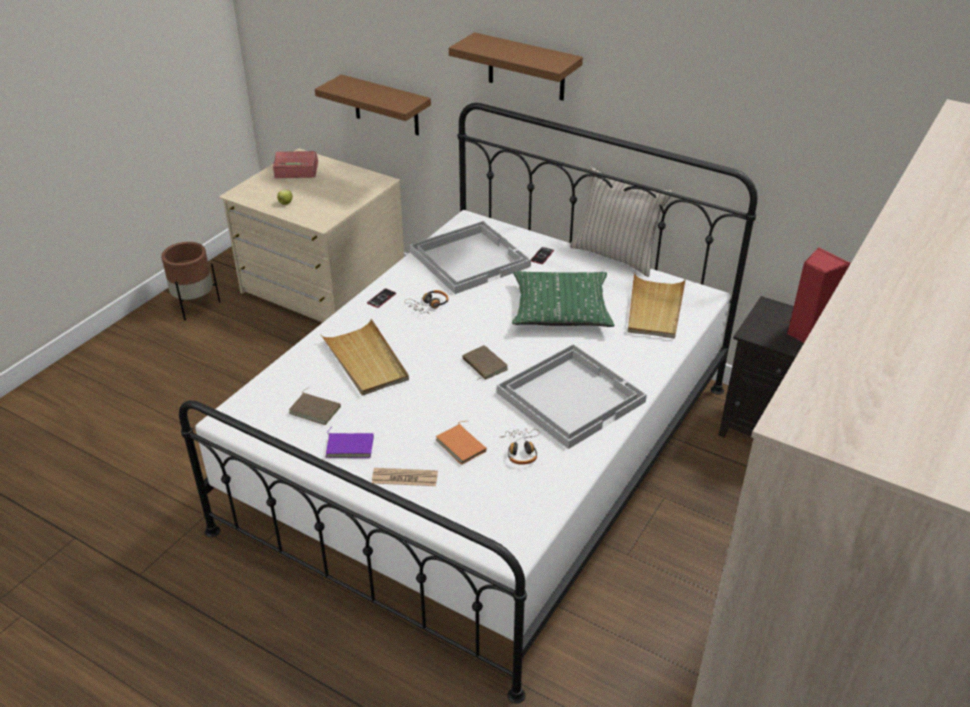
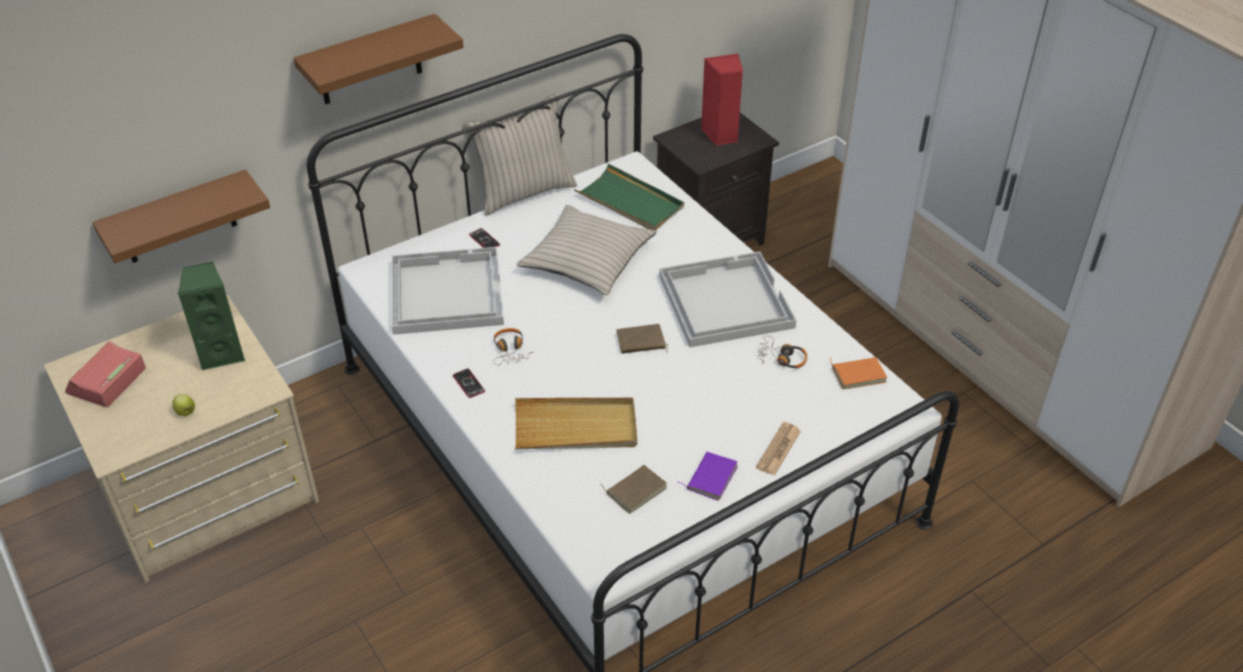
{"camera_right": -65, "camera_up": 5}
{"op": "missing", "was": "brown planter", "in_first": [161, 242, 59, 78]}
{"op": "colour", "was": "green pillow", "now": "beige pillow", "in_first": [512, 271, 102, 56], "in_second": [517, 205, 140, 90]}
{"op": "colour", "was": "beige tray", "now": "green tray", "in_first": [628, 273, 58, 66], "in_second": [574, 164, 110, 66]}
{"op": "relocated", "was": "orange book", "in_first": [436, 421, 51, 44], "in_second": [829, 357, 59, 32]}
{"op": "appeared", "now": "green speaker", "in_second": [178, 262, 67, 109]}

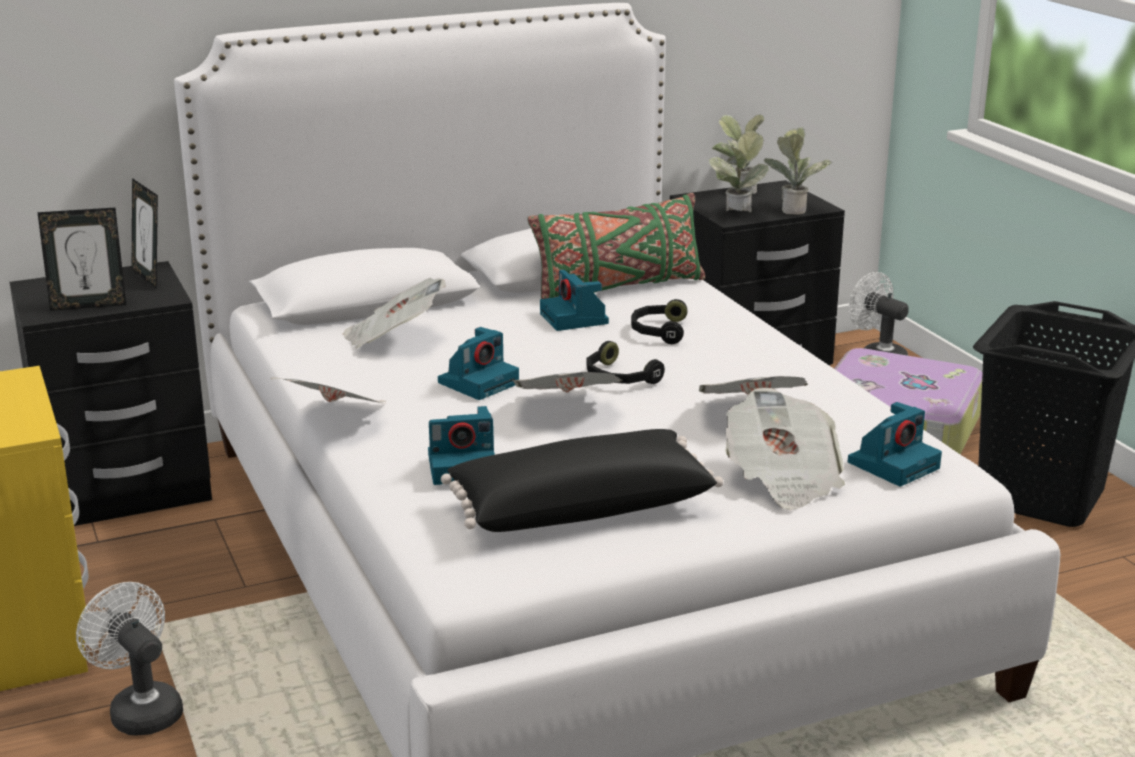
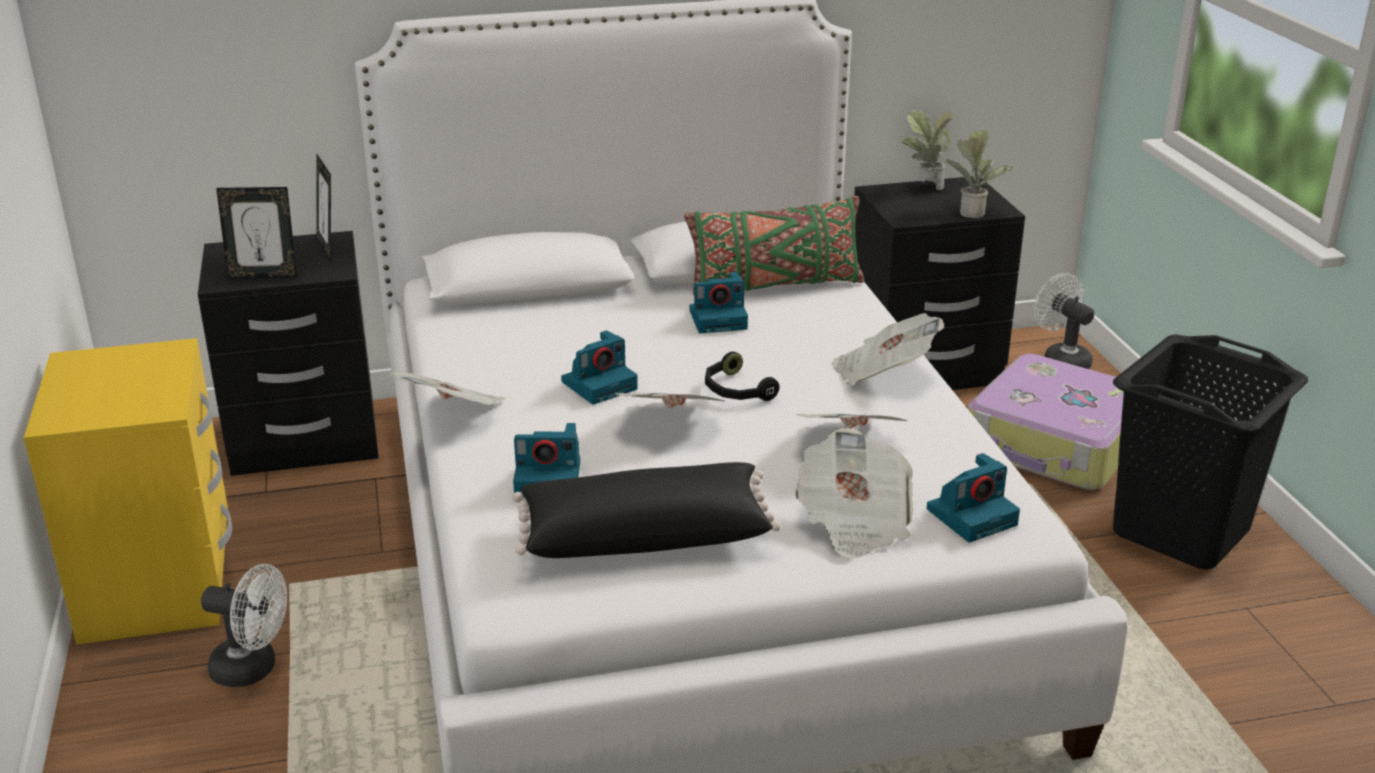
{"camera_right": 10, "camera_up": 5}
{"op": "missing", "was": "potted plant", "in_first": [709, 131, 60, 81]}
{"op": "spun", "was": "photo camera", "in_first": [540, 270, 69, 61], "in_second": [689, 272, 59, 61], "clockwise": -90}
{"op": "relocated", "was": "newspaper", "in_first": [343, 278, 103, 70], "in_second": [831, 313, 113, 72]}
{"op": "missing", "was": "black headphones", "in_first": [631, 299, 57, 45]}
{"op": "spun", "was": "white fan", "in_first": [76, 582, 107, 154], "in_second": [201, 564, 86, 123], "clockwise": 135}

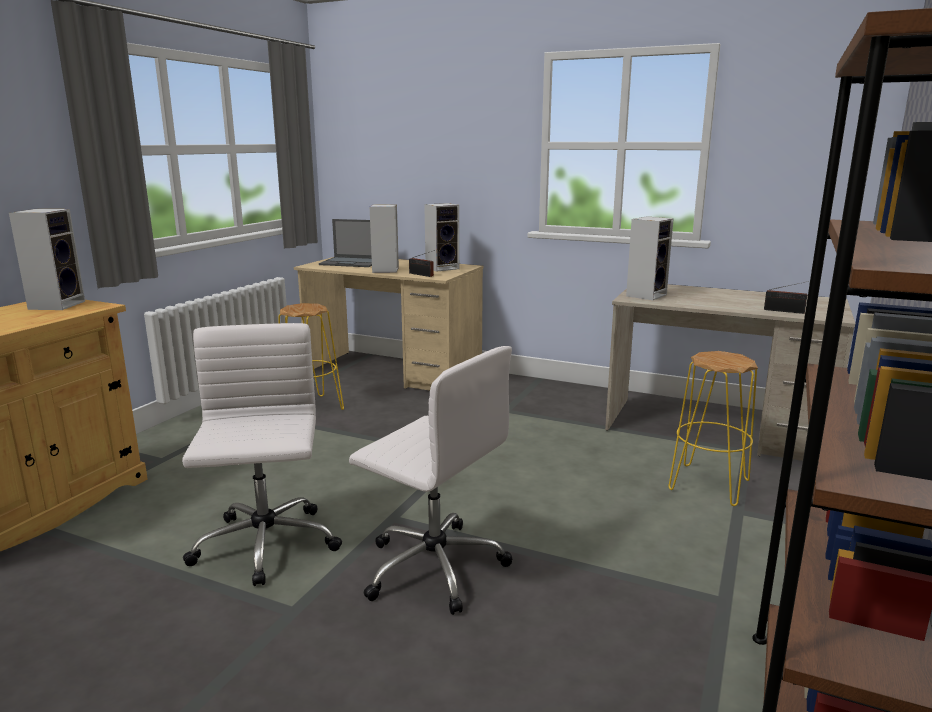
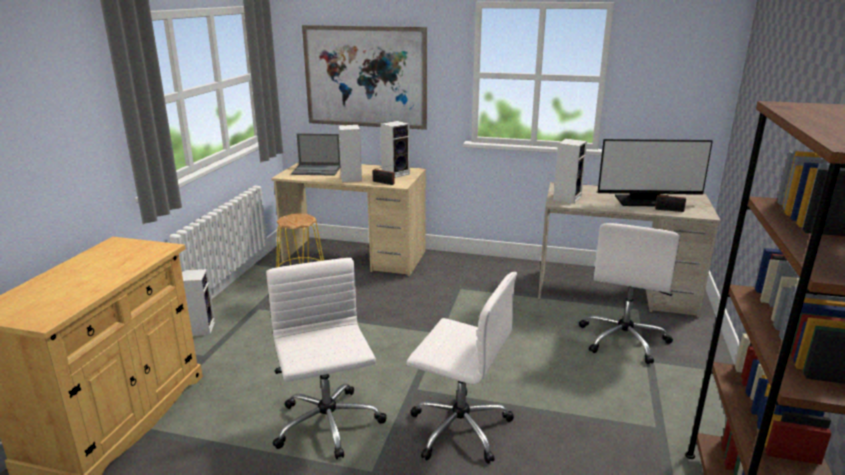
{"camera_right": -10, "camera_up": 5}
{"op": "relocated", "was": "speaker", "in_first": [9, 209, 76, 101], "in_second": [182, 269, 33, 67]}
{"op": "exchanged", "was": "yellow stool", "now": "white office chair", "in_first": [669, 351, 89, 155], "in_second": [579, 223, 101, 141]}
{"op": "appeared", "now": "picture", "in_second": [302, 25, 125, 105]}
{"op": "appeared", "now": "monitor", "in_second": [598, 139, 115, 67]}

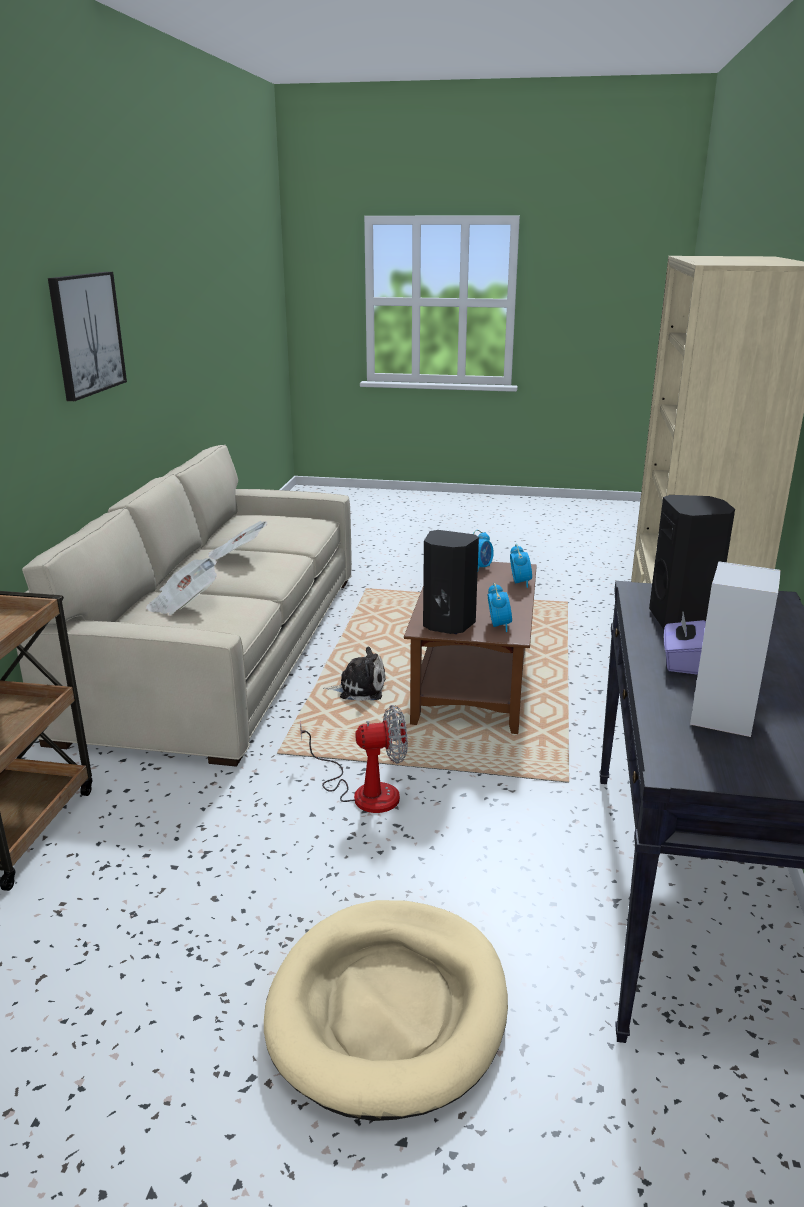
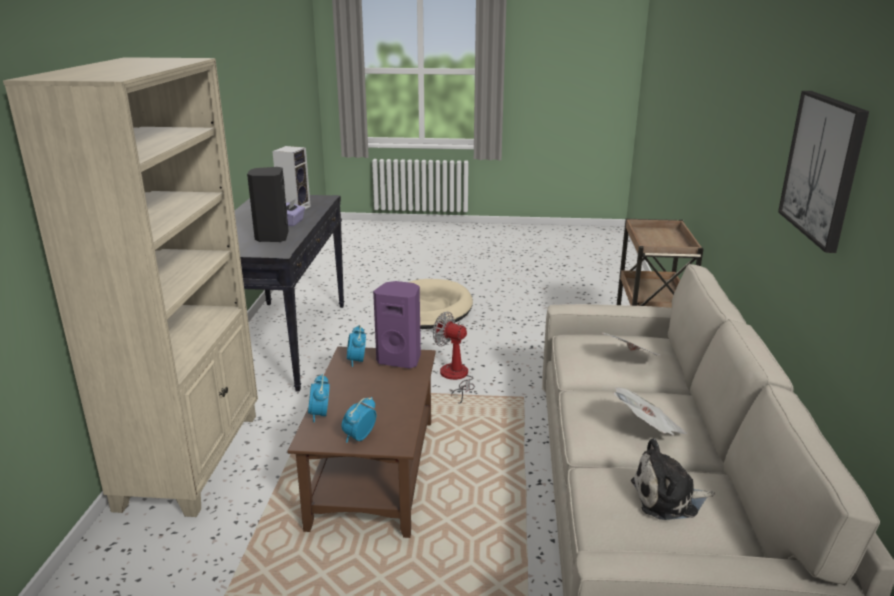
{"camera_right": 175, "camera_up": 0}
{"op": "colour", "was": "black speaker", "now": "purple speaker", "in_first": [423, 530, 56, 104], "in_second": [373, 281, 48, 88]}
{"op": "relocated", "was": "plush toy", "in_first": [323, 647, 63, 54], "in_second": [631, 438, 84, 82]}
{"op": "spun", "was": "fan", "in_first": [300, 705, 108, 108], "in_second": [433, 312, 42, 92], "clockwise": 45}

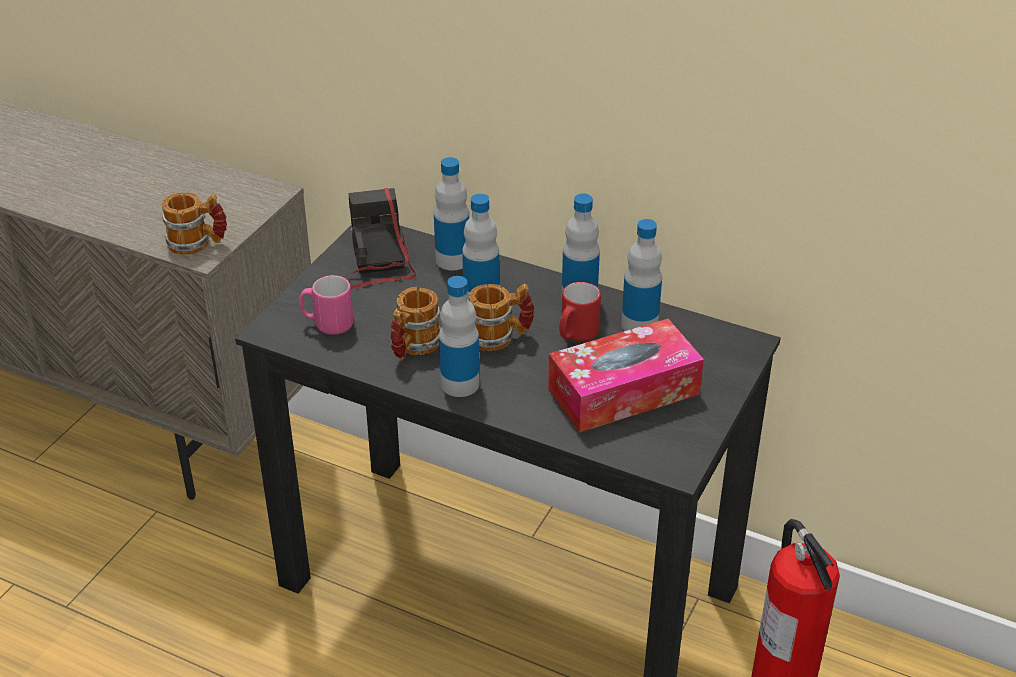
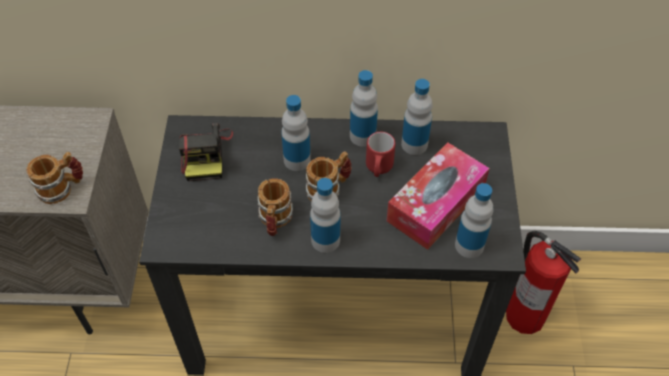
{"camera_right": -25, "camera_up": 15}
{"op": "relocated", "was": "bottle", "in_first": [434, 157, 35, 113], "in_second": [455, 183, 38, 75]}
{"op": "spun", "was": "photo camera", "in_first": [346, 188, 70, 101], "in_second": [179, 123, 54, 58], "clockwise": -150}
{"op": "missing", "was": "pink mug", "in_first": [299, 275, 55, 60]}

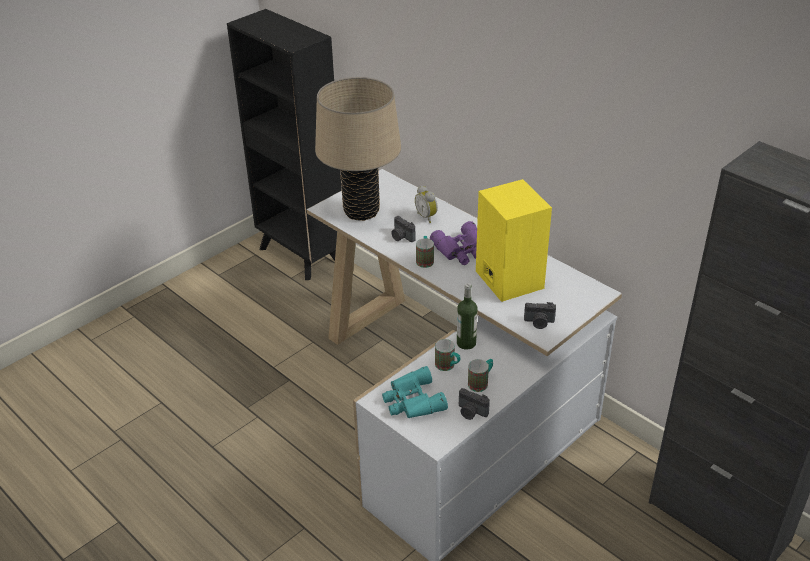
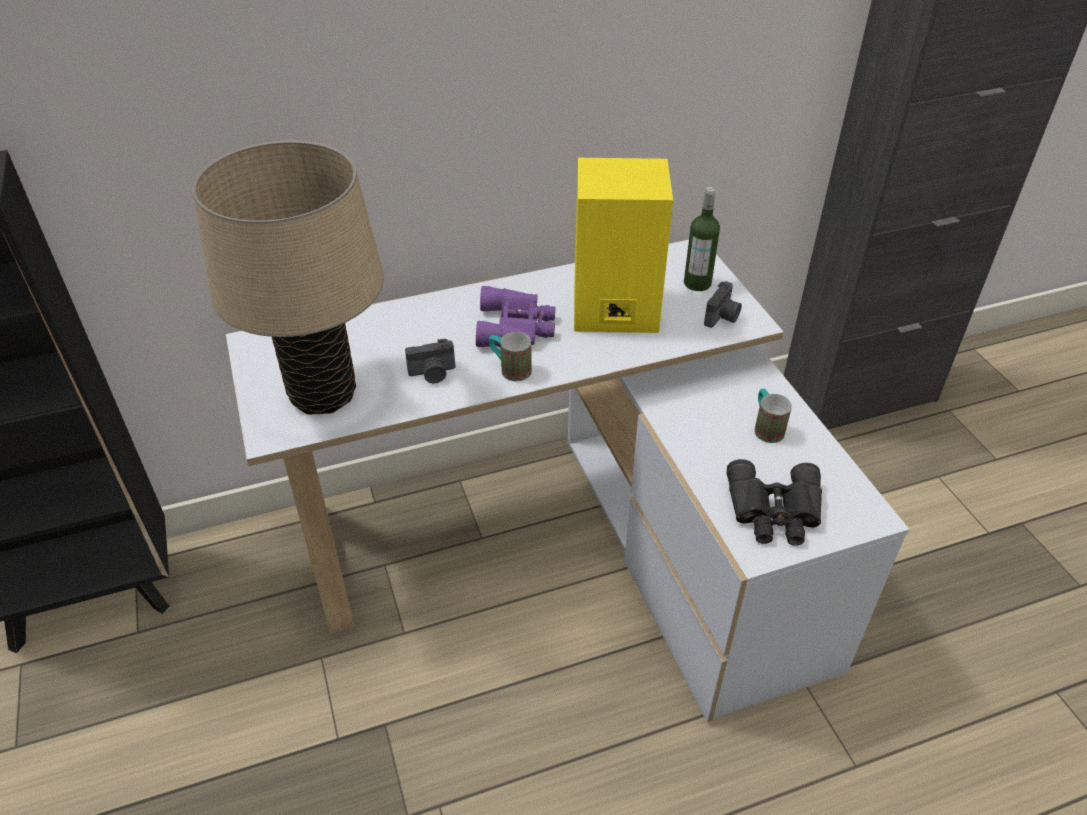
{"camera_right": -65, "camera_up": 5}
{"op": "missing", "was": "alarm clock", "in_first": [415, 186, 23, 37]}
{"op": "relocated", "was": "bottle", "in_first": [457, 283, 21, 67], "in_second": [684, 187, 36, 104]}
{"op": "missing", "was": "mug", "in_first": [435, 339, 25, 32]}
{"op": "colour", "was": "turquoise binoculars", "now": "black binoculars", "in_first": [382, 366, 66, 52], "in_second": [727, 459, 95, 87]}
{"op": "missing", "was": "photo camera", "in_first": [459, 388, 31, 32]}

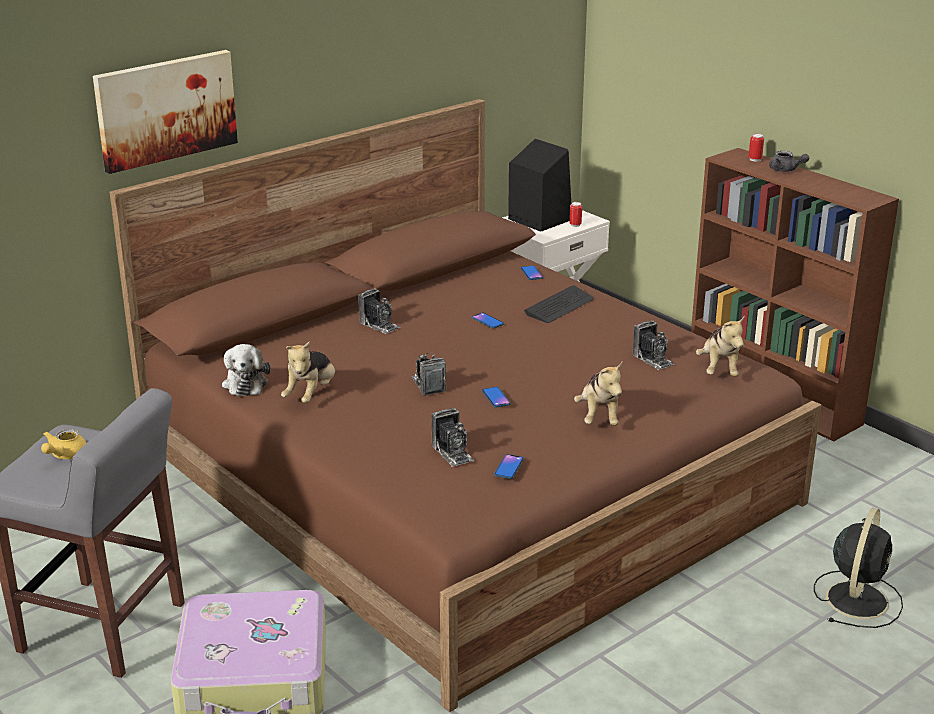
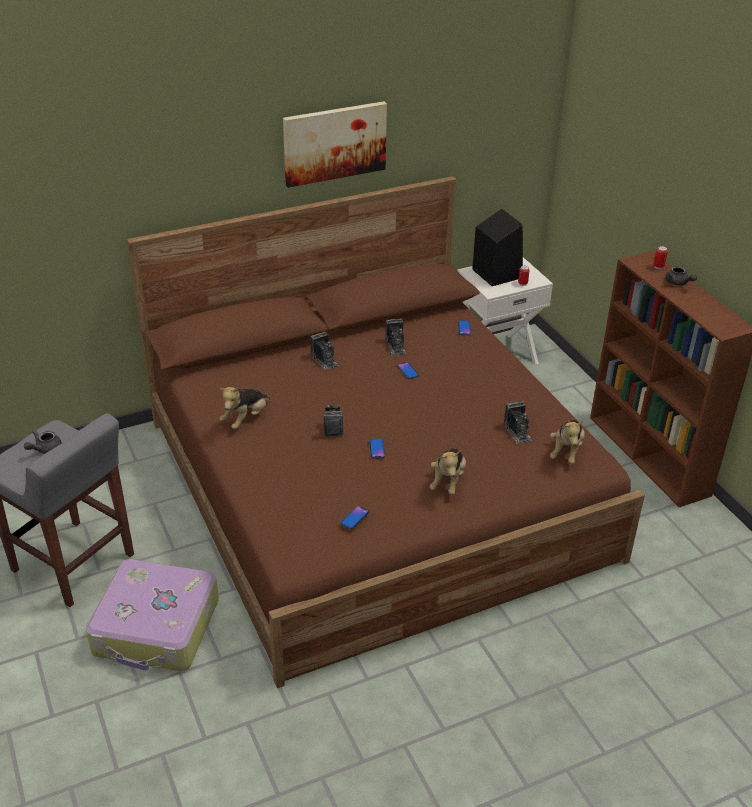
{"camera_right": 15, "camera_up": 10}
{"op": "relocated", "was": "picture", "in_first": [93, 50, 145, 124], "in_second": [283, 101, 104, 87]}
{"op": "missing", "was": "keyboard", "in_first": [524, 285, 70, 38]}
{"op": "missing", "was": "plush toy", "in_first": [222, 344, 49, 52]}
{"op": "relocated", "was": "photo camera", "in_first": [431, 408, 44, 59], "in_second": [385, 319, 22, 37]}
{"op": "colour", "was": "yellow teapot", "now": "grey teapot", "in_first": [41, 429, 45, 30], "in_second": [24, 430, 38, 24]}
{"op": "missing", "was": "black fan", "in_first": [814, 507, 89, 121]}

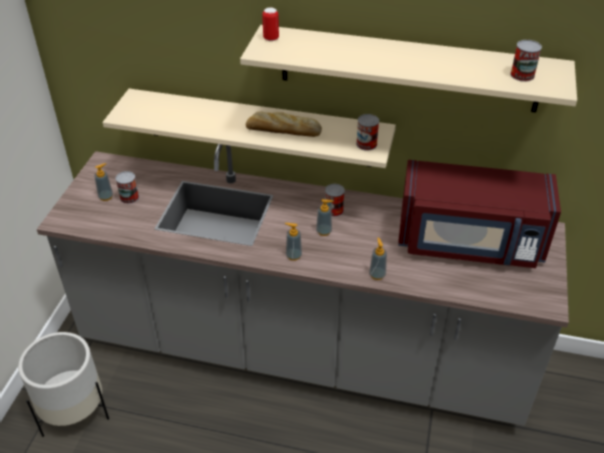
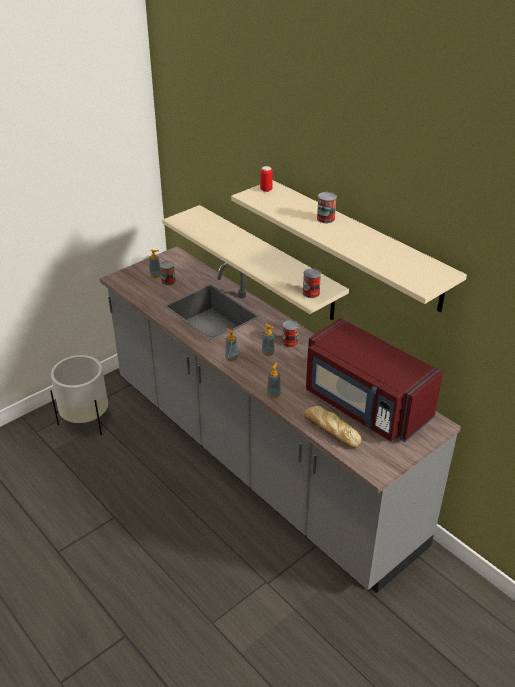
{"camera_right": 35, "camera_up": -5}
{"op": "relocated", "was": "can", "in_first": [510, 40, 32, 42], "in_second": [317, 192, 20, 31]}
{"op": "relocated", "was": "bread", "in_first": [246, 111, 76, 26], "in_second": [304, 406, 58, 42]}

